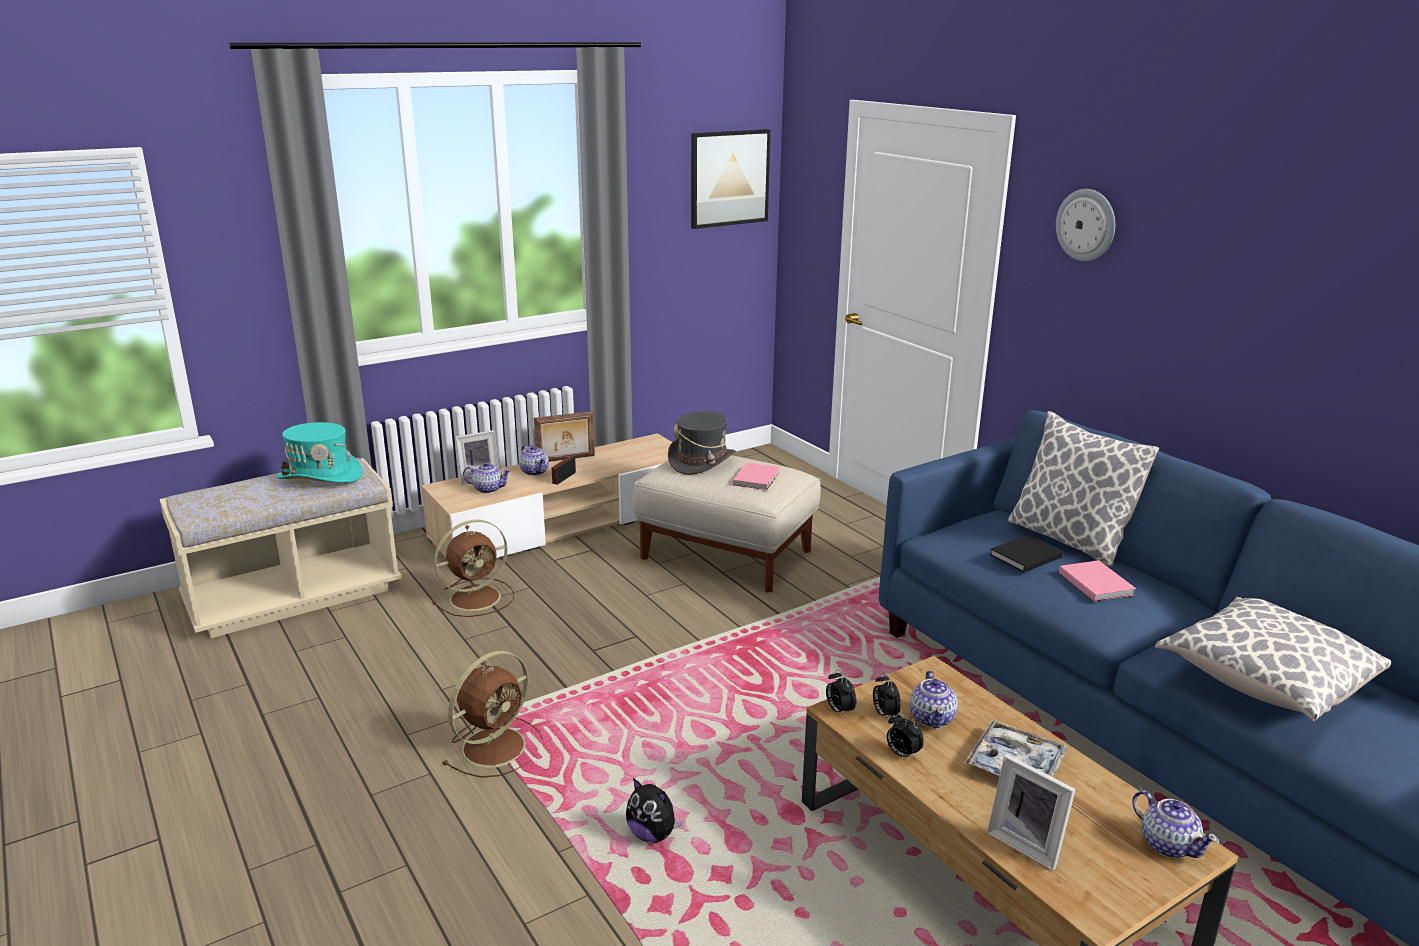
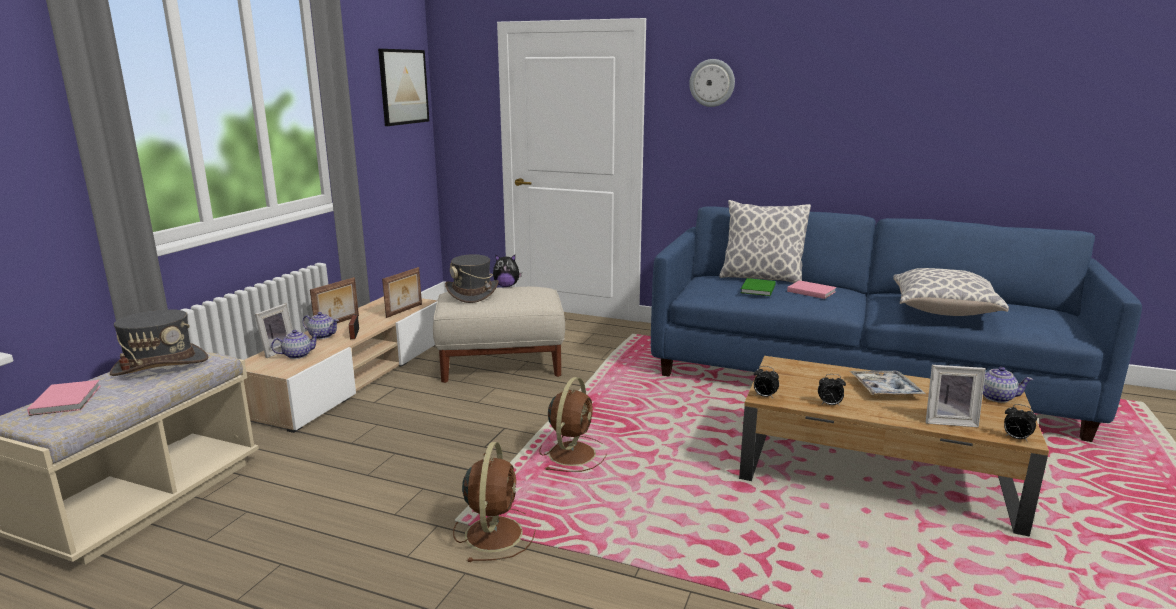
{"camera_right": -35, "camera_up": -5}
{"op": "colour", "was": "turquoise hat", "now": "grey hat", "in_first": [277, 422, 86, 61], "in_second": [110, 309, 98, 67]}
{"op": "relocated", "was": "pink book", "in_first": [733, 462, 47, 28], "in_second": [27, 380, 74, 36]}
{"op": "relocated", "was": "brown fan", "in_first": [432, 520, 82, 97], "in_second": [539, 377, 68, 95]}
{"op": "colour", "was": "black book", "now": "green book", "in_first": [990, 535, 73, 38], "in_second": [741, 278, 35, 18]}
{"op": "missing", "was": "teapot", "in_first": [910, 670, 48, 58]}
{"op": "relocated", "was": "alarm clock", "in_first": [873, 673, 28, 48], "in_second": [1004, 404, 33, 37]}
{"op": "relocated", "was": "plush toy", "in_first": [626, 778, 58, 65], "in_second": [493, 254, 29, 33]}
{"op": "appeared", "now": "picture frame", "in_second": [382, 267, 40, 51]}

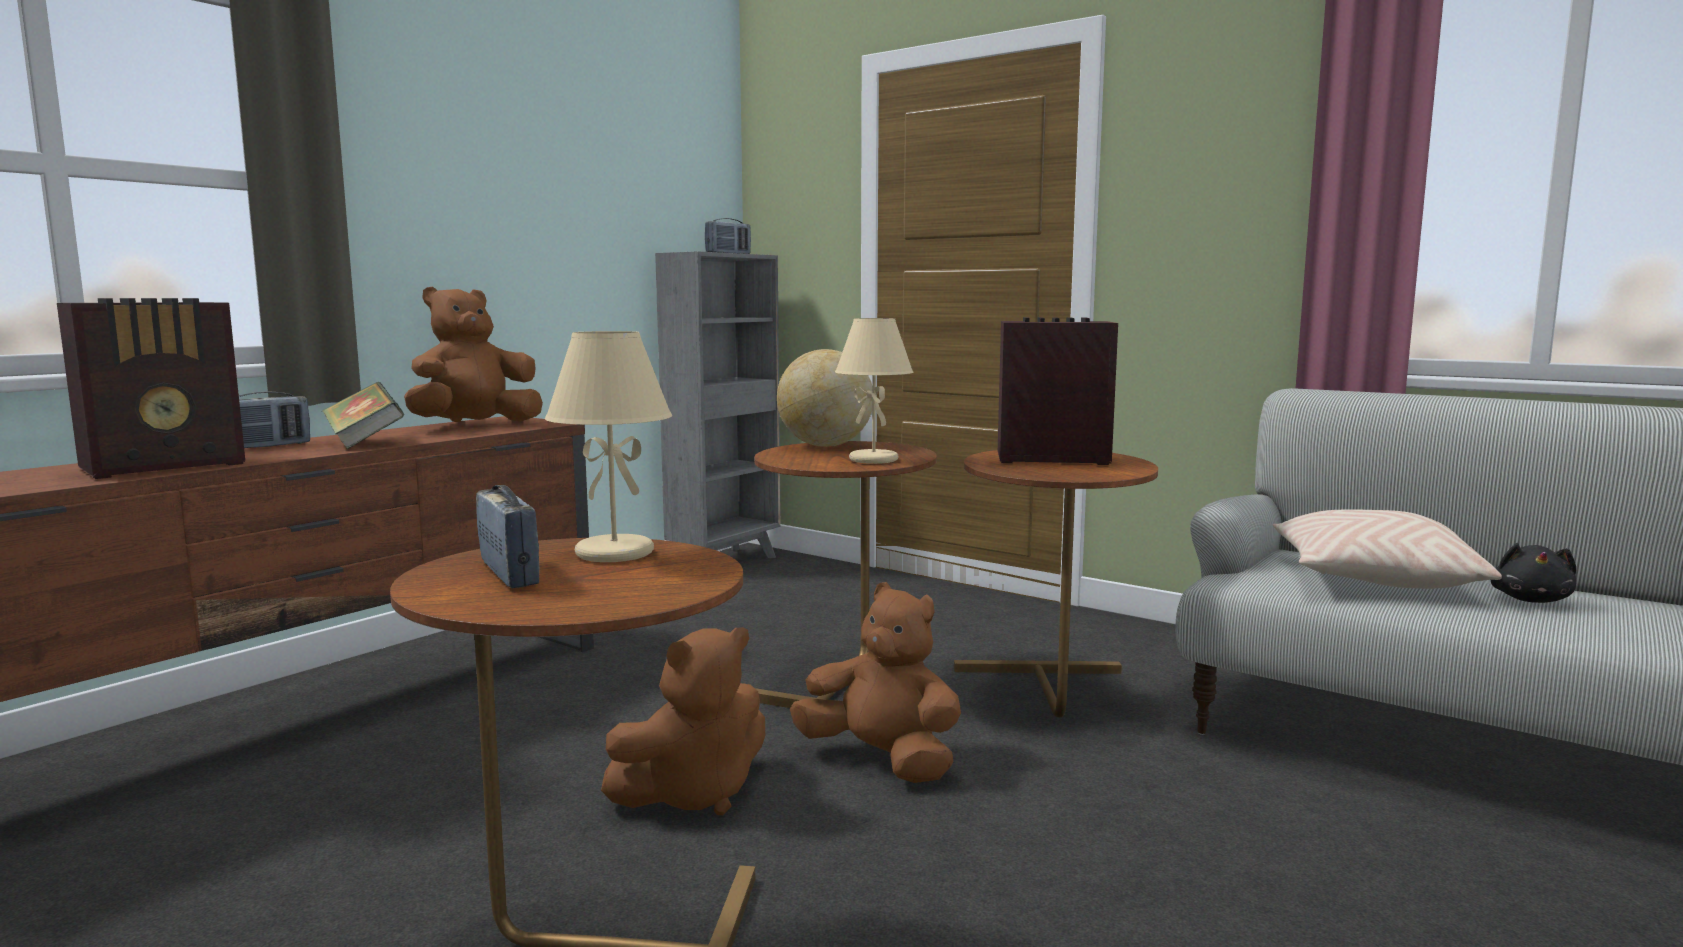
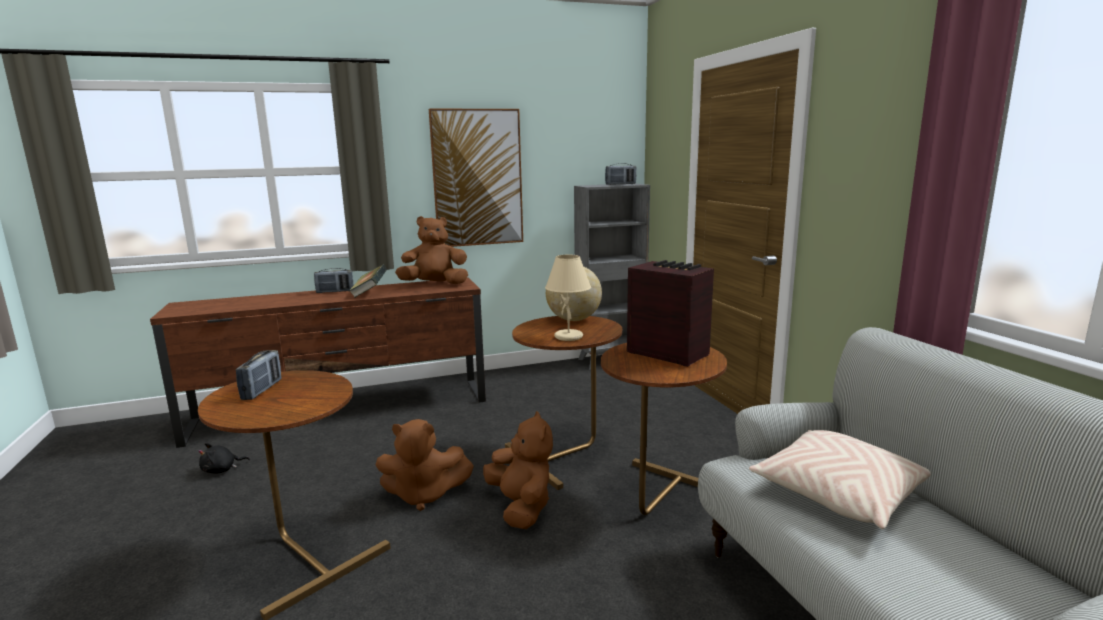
{"camera_right": 35, "camera_up": 5}
{"op": "missing", "was": "radio", "in_first": [57, 298, 188, 181]}
{"op": "missing", "was": "beige table lamp", "in_first": [545, 331, 127, 231]}
{"op": "relocated", "was": "black plush toy", "in_first": [1491, 543, 85, 60], "in_second": [198, 443, 52, 30]}
{"op": "appeared", "now": "picture", "in_second": [429, 109, 94, 138]}

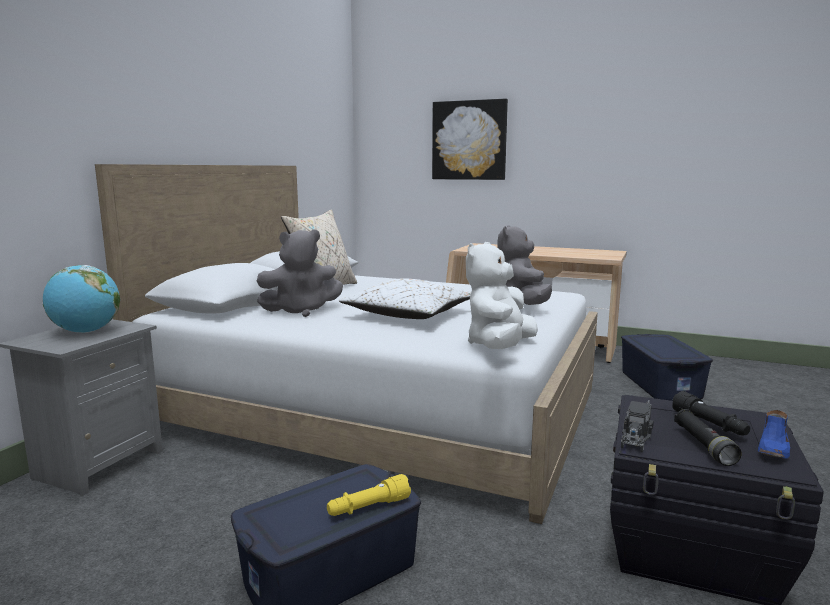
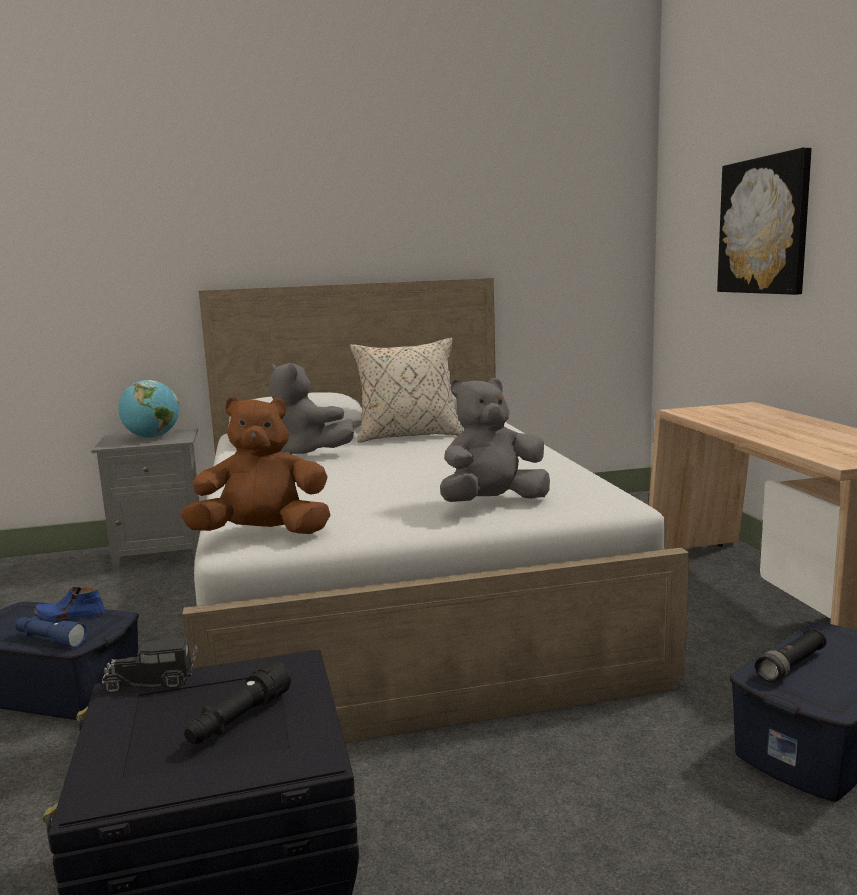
{"camera_right": 55, "camera_up": 0}
{"op": "colour", "was": "white plush toy", "now": "brown plush toy", "in_first": [466, 242, 72, 107], "in_second": [181, 397, 149, 137]}
{"op": "missing", "was": "white pillow", "in_first": [339, 278, 132, 41]}
{"op": "relocated", "was": "black flashlight", "in_first": [674, 409, 68, 57], "in_second": [755, 628, 72, 54]}
{"op": "relocated", "was": "blue shoe", "in_first": [758, 410, 32, 49], "in_second": [34, 587, 71, 35]}
{"op": "colour", "was": "yellow flashlight", "now": "blue flashlight", "in_first": [327, 474, 84, 42], "in_second": [14, 616, 73, 32]}

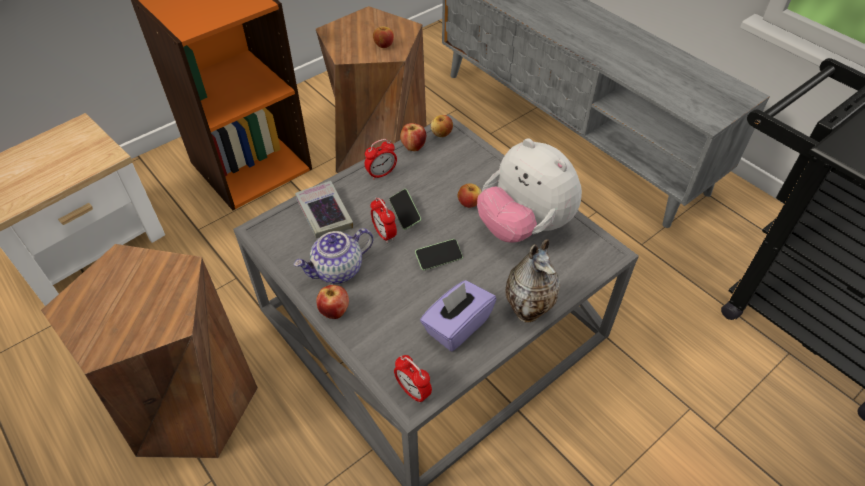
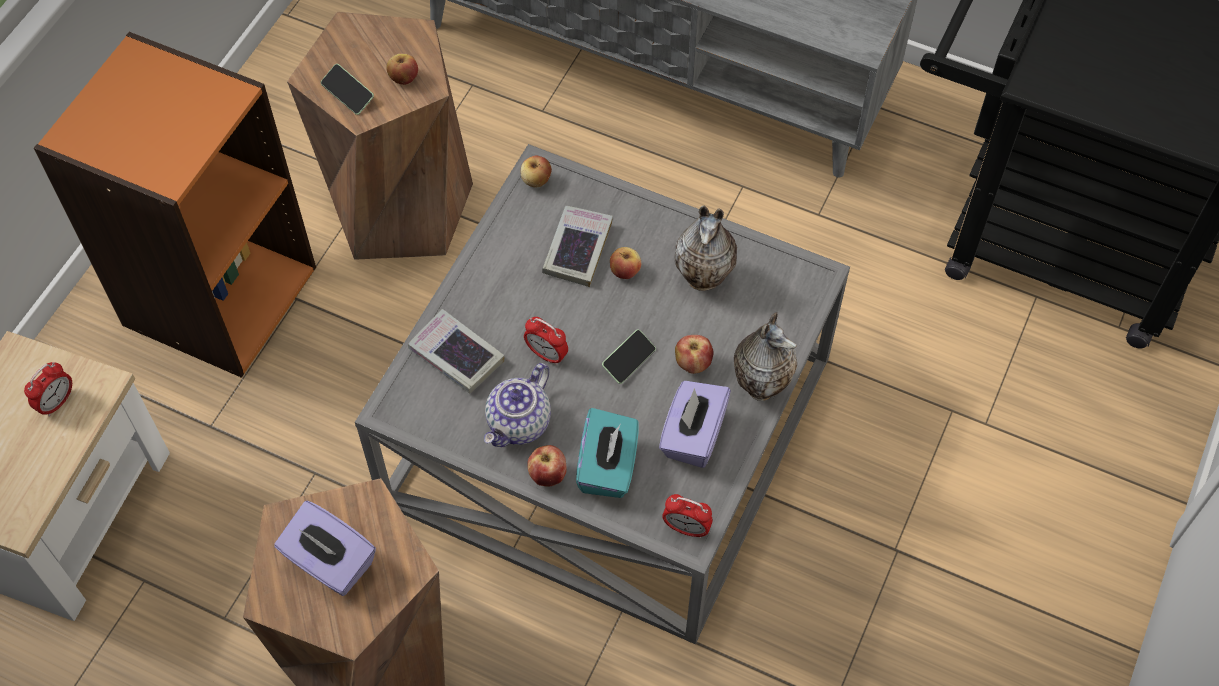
{"camera_right": -25, "camera_up": 10}
{"op": "relocated", "was": "apple", "in_first": [400, 123, 26, 28], "in_second": [675, 335, 38, 39]}
{"op": "exchanged", "was": "plush toy", "now": "vase", "in_first": [477, 138, 105, 105], "in_second": [675, 205, 62, 86]}
{"op": "relocated", "was": "alarm clock", "in_first": [365, 139, 32, 41], "in_second": [24, 362, 48, 55]}
{"op": "relocated", "was": "phone", "in_first": [389, 189, 32, 41], "in_second": [321, 64, 53, 51]}
{"op": "appeared", "now": "book", "in_second": [542, 206, 71, 81]}
{"op": "appeared", "now": "turquoise tissue box", "in_second": [576, 408, 63, 90]}
{"op": "appeared", "now": "purple tissue box", "in_second": [275, 500, 101, 96]}

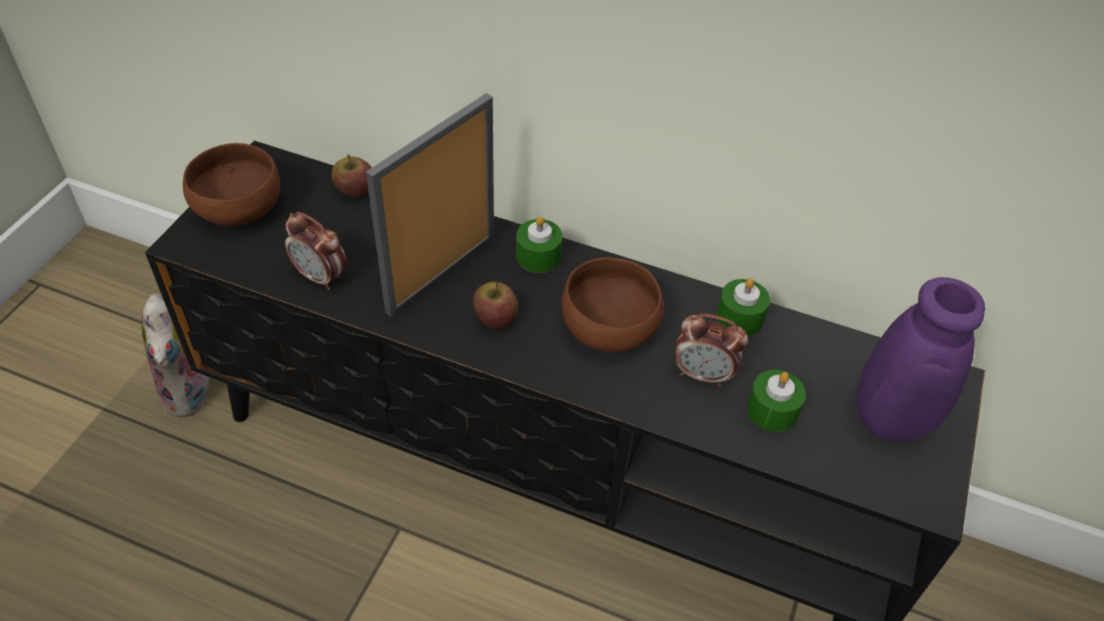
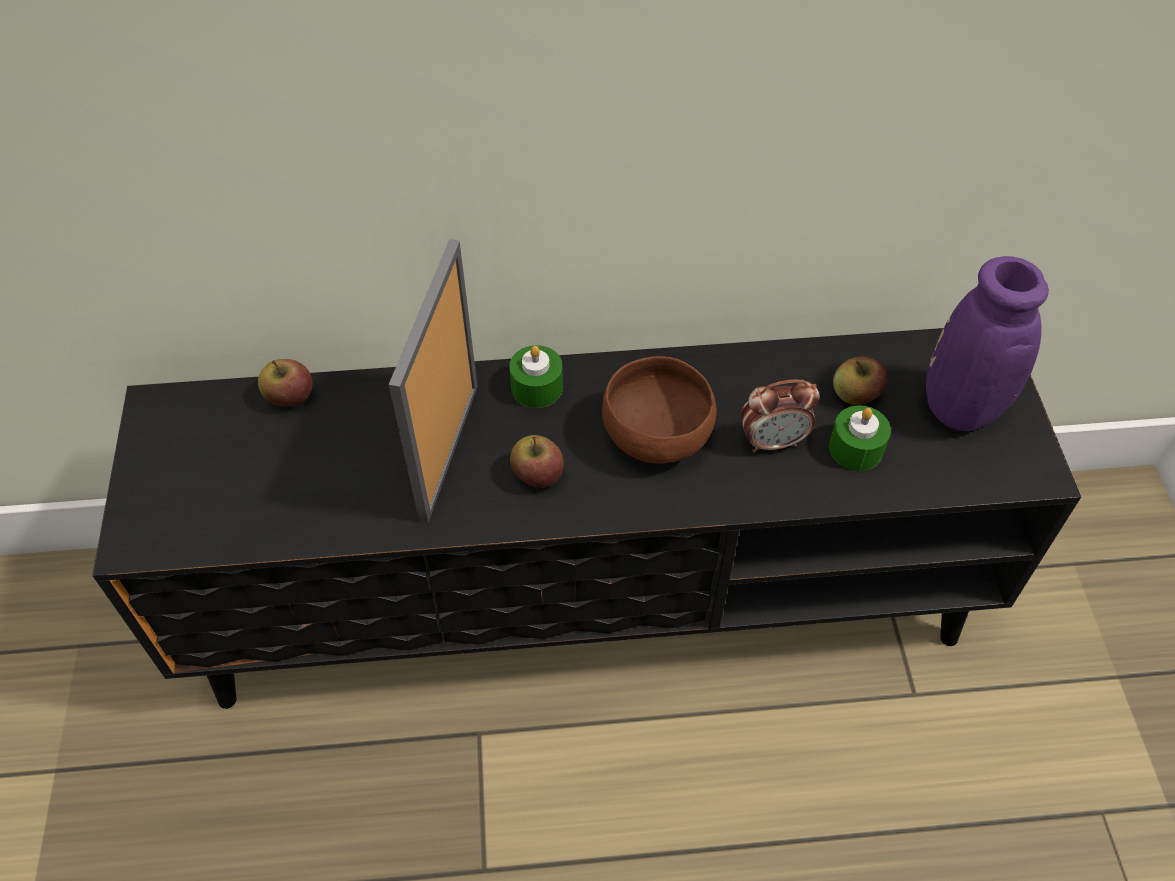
{"camera_right": -25, "camera_up": 5}
{"op": "missing", "was": "brown bowl", "in_first": [183, 143, 97, 83]}
{"op": "missing", "was": "alarm clock", "in_first": [285, 212, 62, 78]}
{"op": "missing", "was": "green candle", "in_first": [716, 278, 54, 58]}
{"op": "missing", "was": "plush toy", "in_first": [141, 294, 69, 123]}
{"op": "appeared", "now": "apple", "in_second": [833, 356, 54, 49]}

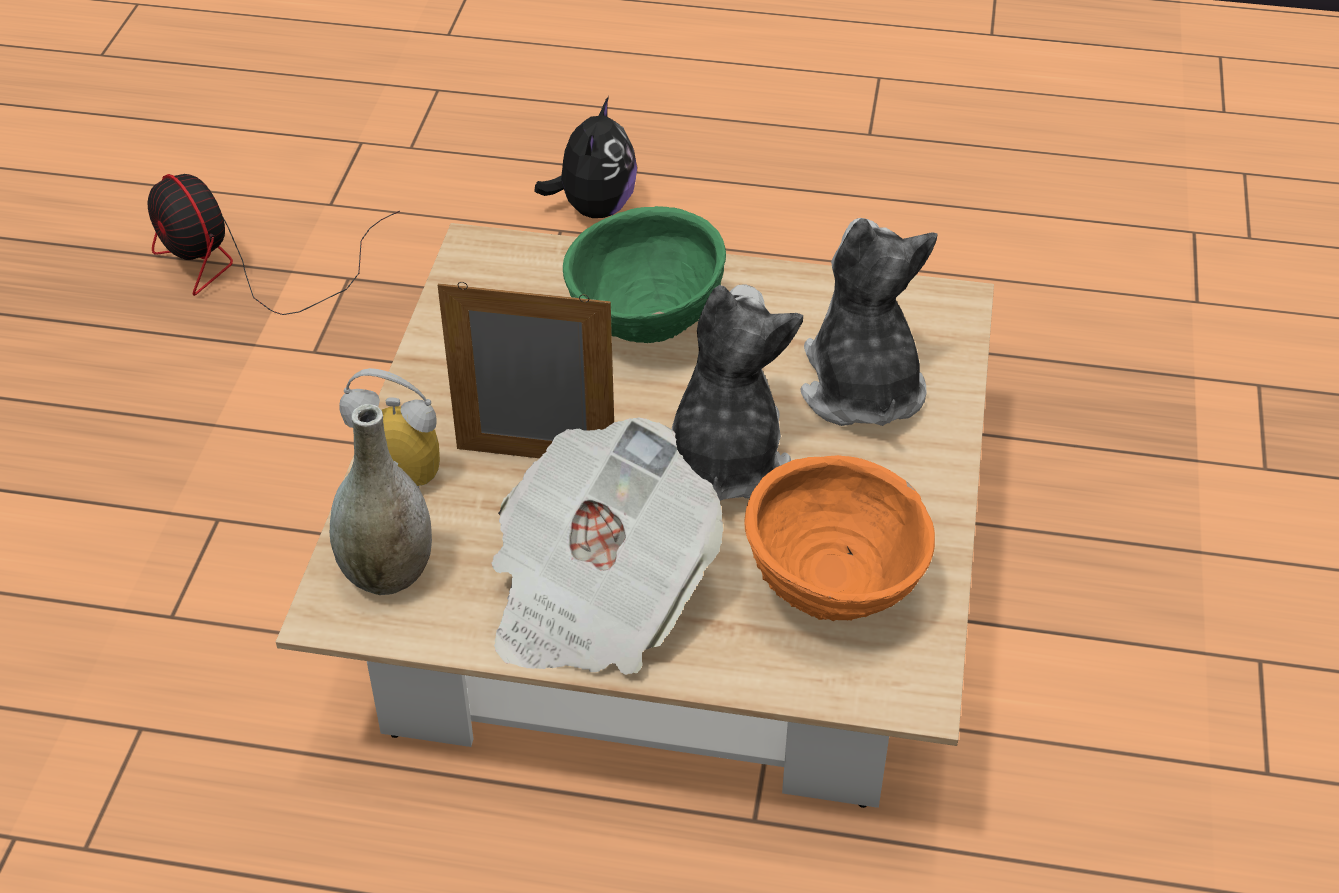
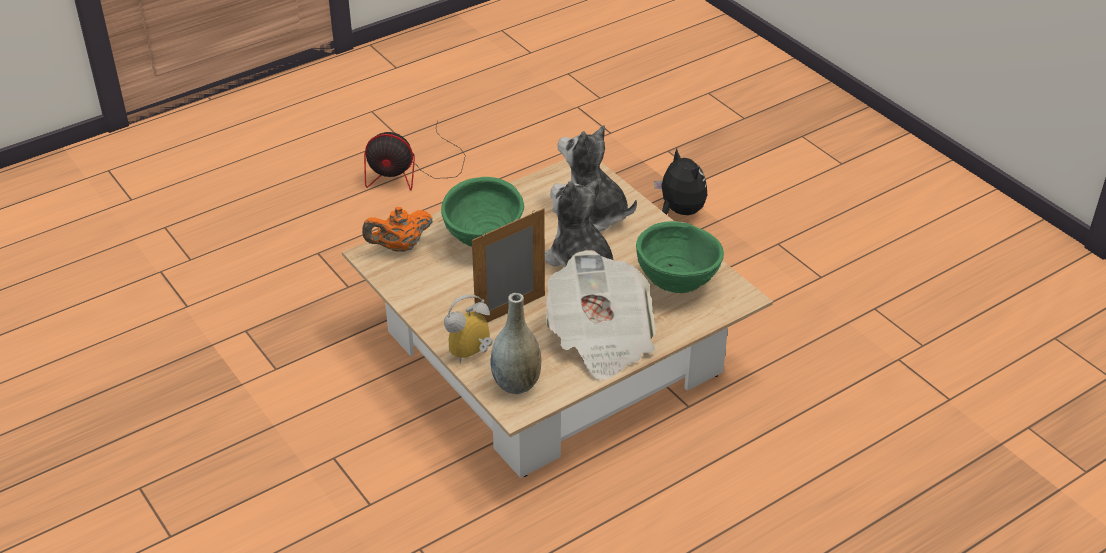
{"camera_right": -45, "camera_up": -5}
{"op": "relocated", "was": "plush toy", "in_first": [534, 96, 103, 122], "in_second": [654, 148, 53, 67]}
{"op": "relocated", "was": "fan", "in_first": [148, 174, 252, 141], "in_second": [364, 121, 102, 69]}
{"op": "colour", "was": "orange bowl", "now": "green bowl", "in_first": [744, 455, 192, 166], "in_second": [636, 221, 88, 72]}
{"op": "appeared", "now": "orange teapot", "in_second": [362, 207, 71, 45]}

